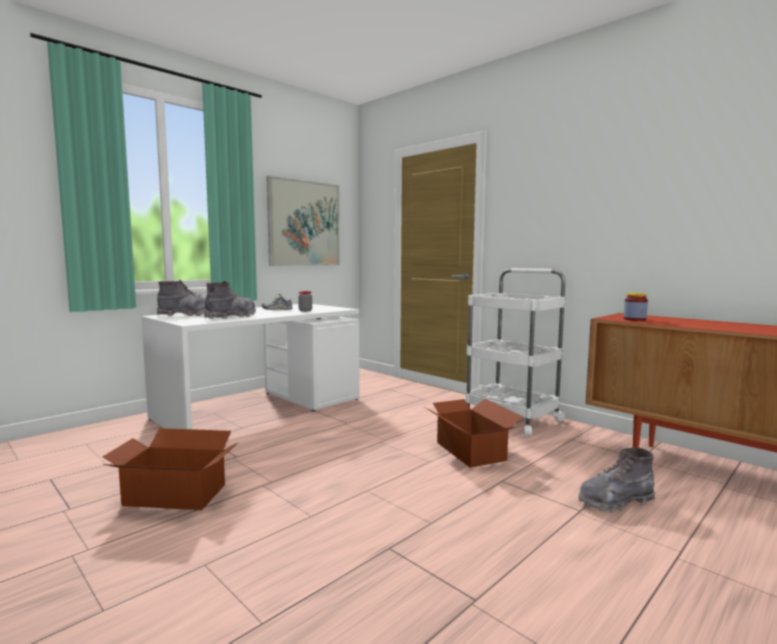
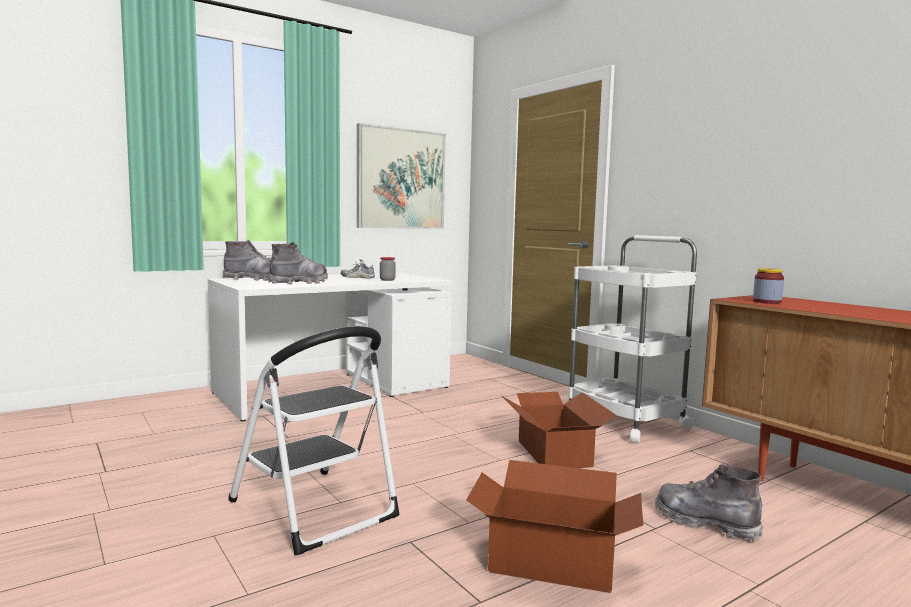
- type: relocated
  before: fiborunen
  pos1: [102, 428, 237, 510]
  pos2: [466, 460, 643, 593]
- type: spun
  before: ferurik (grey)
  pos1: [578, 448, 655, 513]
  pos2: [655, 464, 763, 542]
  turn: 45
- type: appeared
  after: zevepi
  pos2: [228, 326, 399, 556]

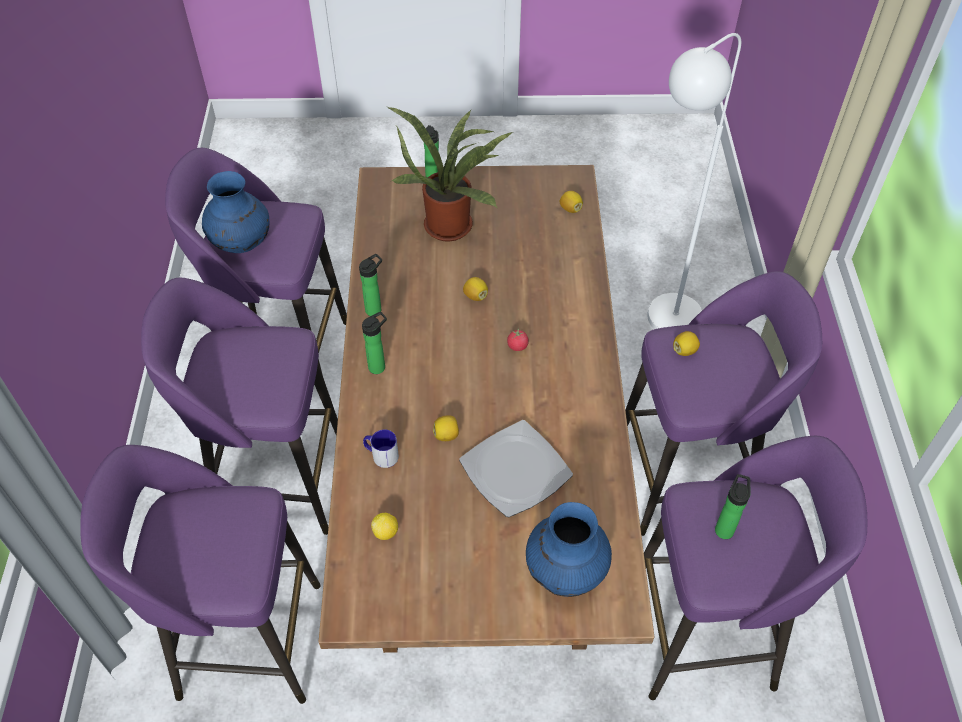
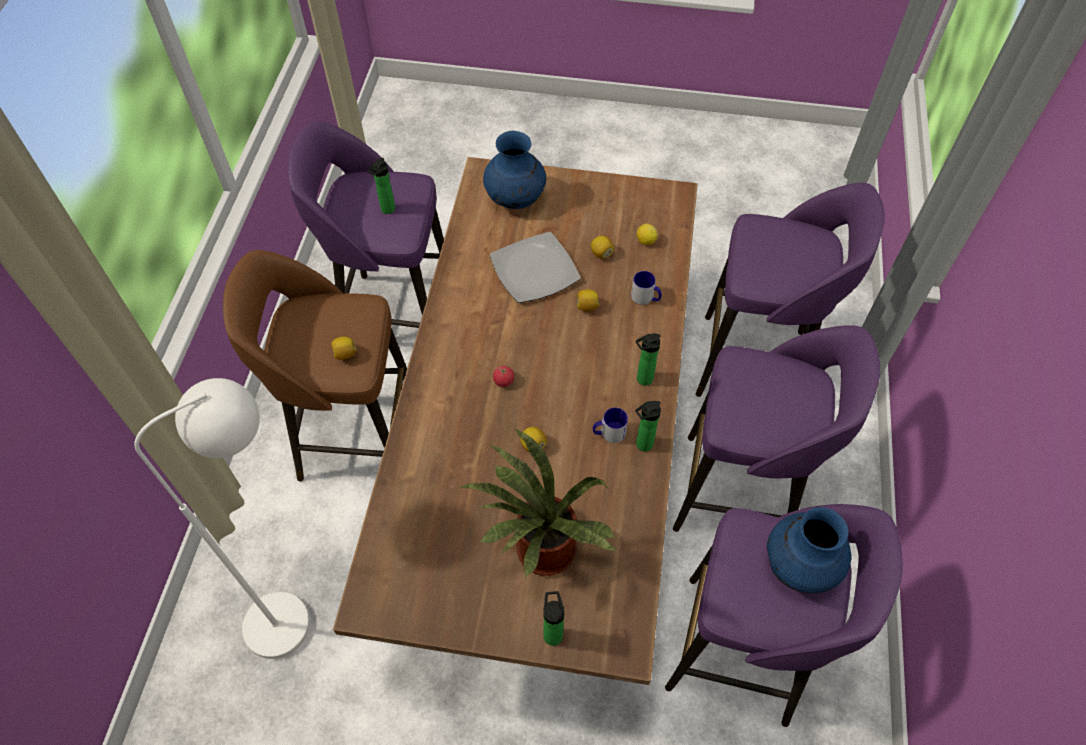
- type: relocated
  before: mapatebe
  pos1: [560, 191, 583, 213]
  pos2: [591, 236, 614, 259]
- type: colour
  before: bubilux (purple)
  after: bubilux (brown)
  pos1: [625, 271, 822, 536]
  pos2: [223, 250, 407, 481]
- type: appeared
  after: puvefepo
  pos2: [593, 407, 628, 443]

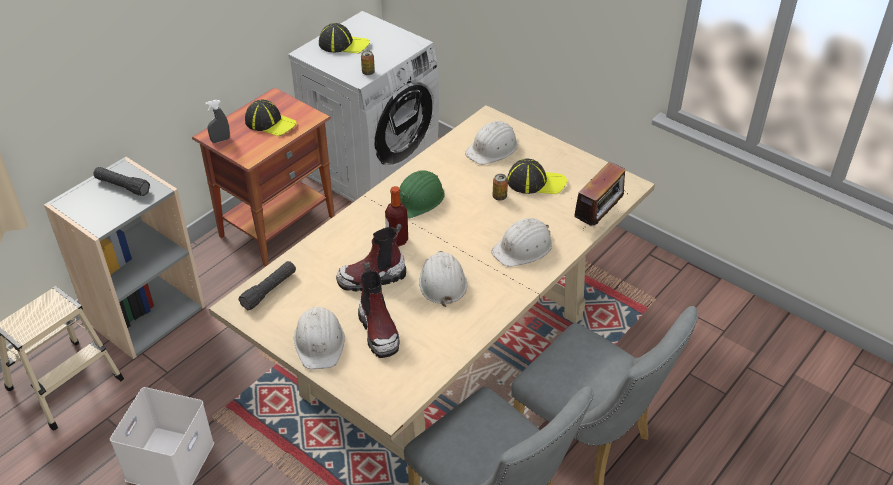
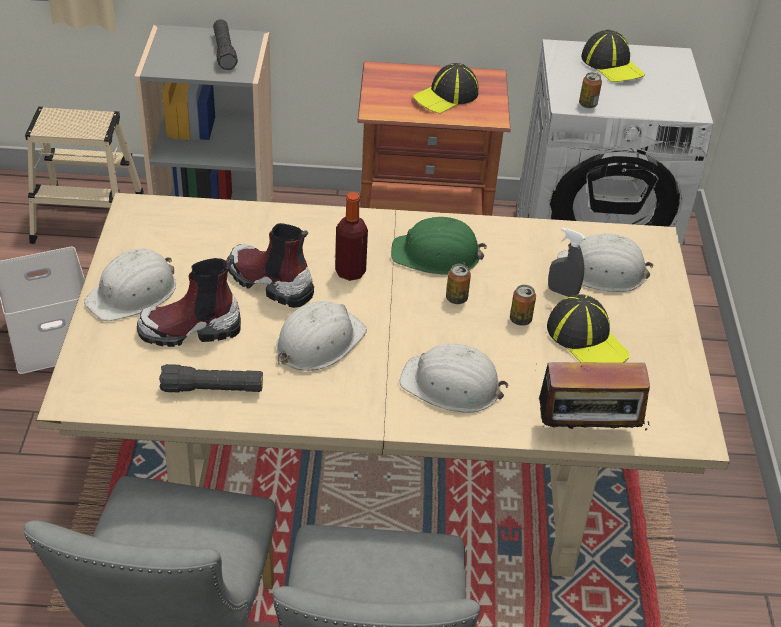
- type: relocated
  before: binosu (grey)
  pos1: [205, 100, 230, 143]
  pos2: [548, 227, 585, 297]
- type: spun
  before: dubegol
  pos1: [245, 100, 297, 136]
  pos2: [413, 63, 479, 114]
  turn: 60
- type: relocated
  before: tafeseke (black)
  pos1: [239, 261, 296, 310]
  pos2: [159, 364, 263, 392]
- type: spun
  before: ferurik
  pos1: [358, 262, 399, 358]
  pos2: [137, 255, 241, 347]
  turn: 45
- type: appeared
  after: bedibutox
  pos2: [446, 264, 471, 304]

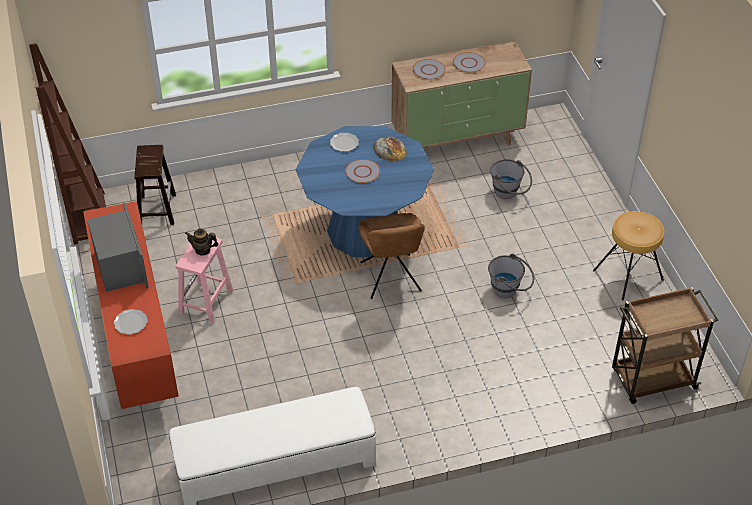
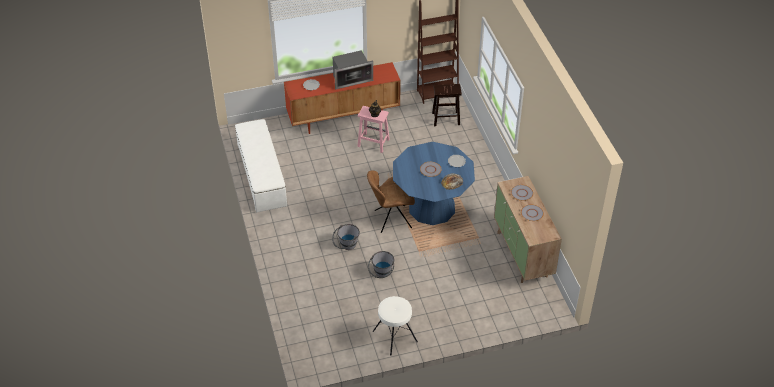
- type: relocated
  before: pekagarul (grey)
  pos1: [490, 159, 532, 199]
  pos2: [332, 224, 360, 250]
- type: colour
  before: bubilux (brown)
  after: bubilux (white)
  pos1: [593, 211, 664, 300]
  pos2: [373, 296, 418, 356]
- type: missing
  before: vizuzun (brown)
  pos1: [612, 287, 718, 404]

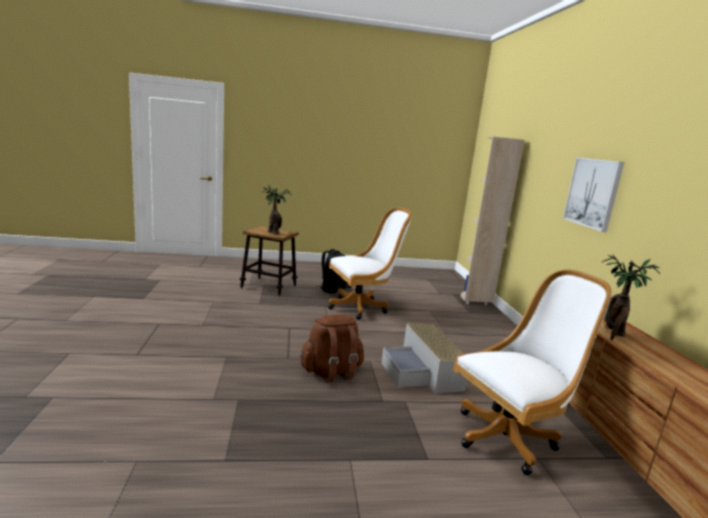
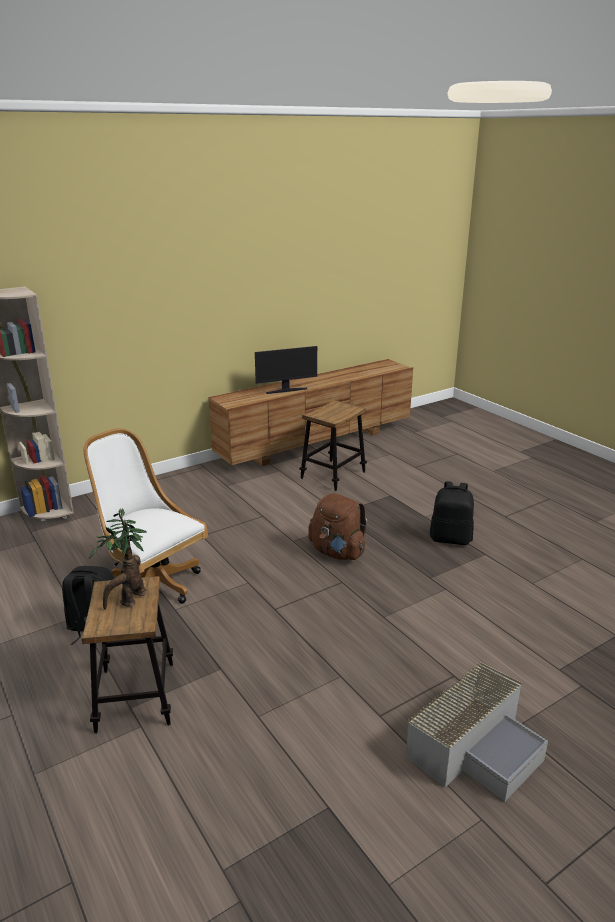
- type: missing
  before: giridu
  pos1: [563, 157, 624, 232]
- type: exchanged
  before: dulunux
  after: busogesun
  pos1: [601, 255, 660, 340]
  pos2: [255, 346, 317, 394]
- type: exchanged
  before: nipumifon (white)
  after: bubilux
  pos1: [453, 270, 612, 475]
  pos2: [299, 400, 367, 491]
- type: relocated
  before: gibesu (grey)
  pos1: [381, 323, 467, 394]
  pos2: [406, 662, 548, 802]
- type: appeared
  after: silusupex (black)
  pos2: [430, 481, 474, 545]

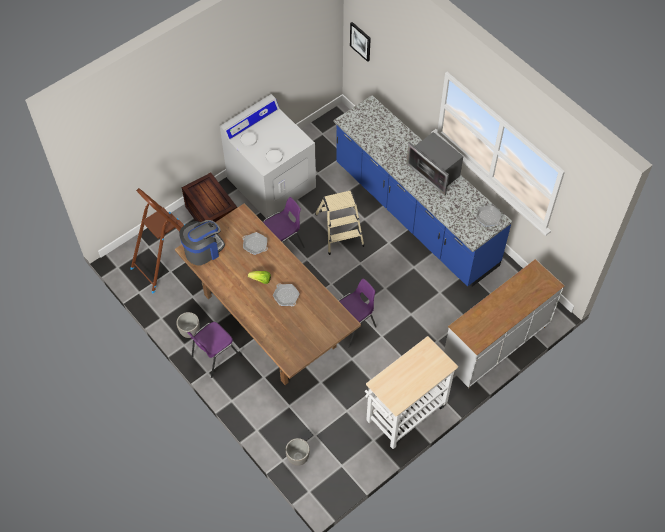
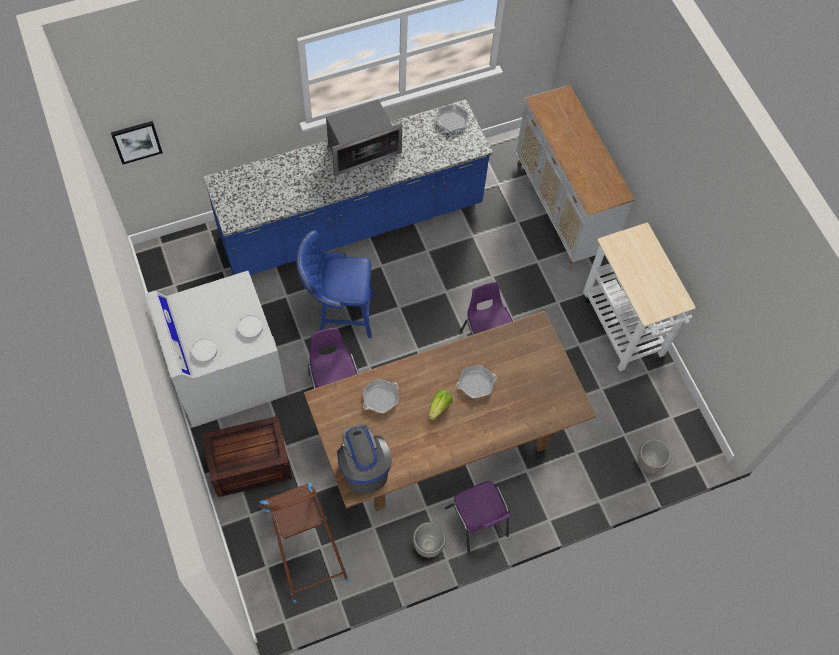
- type: exchanged
  before: zevepi (beige)
  after: bubilux (blue)
  pos1: [315, 190, 365, 255]
  pos2: [296, 230, 375, 338]

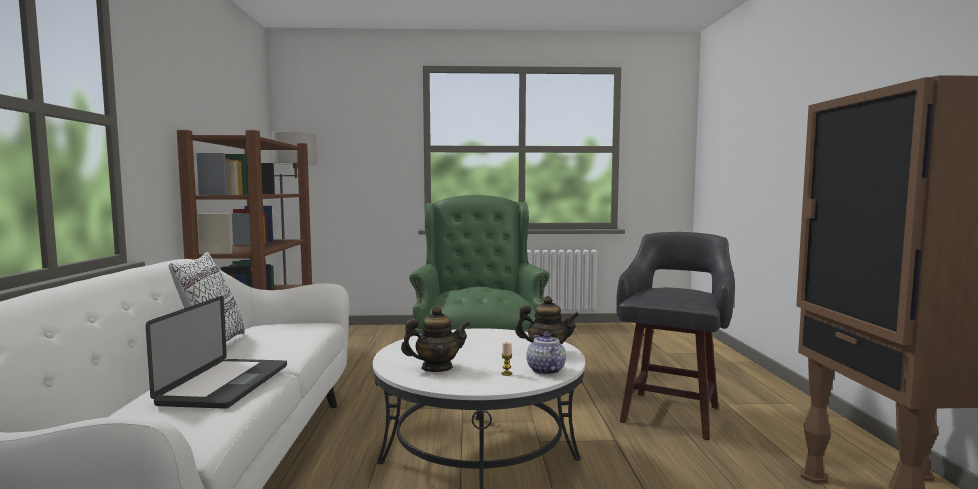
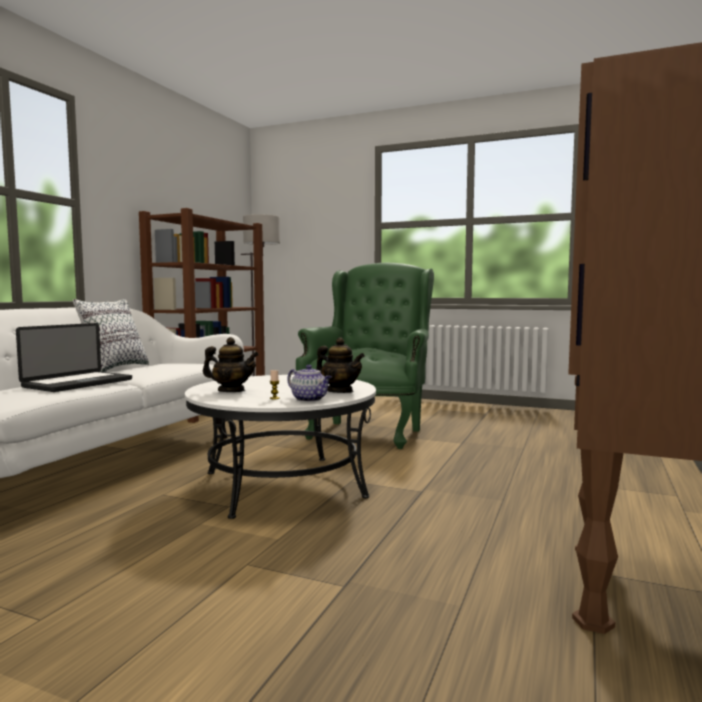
- type: missing
  before: bubilux (grey)
  pos1: [616, 232, 735, 440]
- type: spun
  before: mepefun
  pos1: [527, 333, 566, 375]
  pos2: [287, 365, 331, 402]
  turn: 120

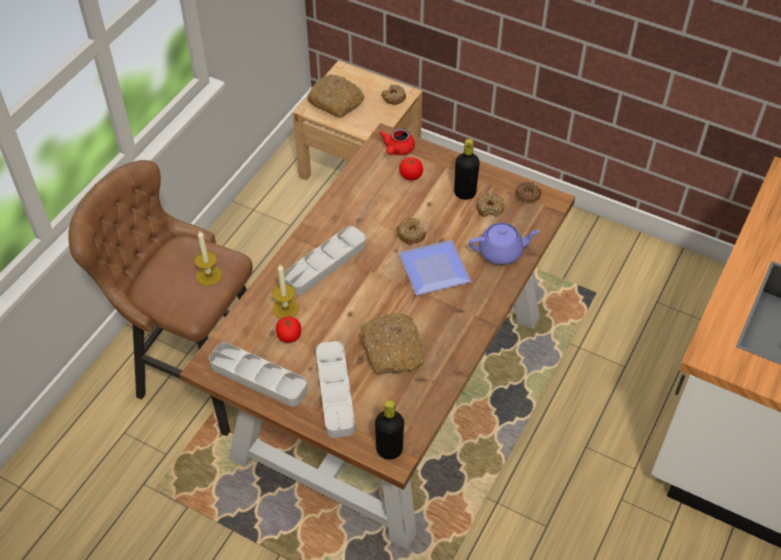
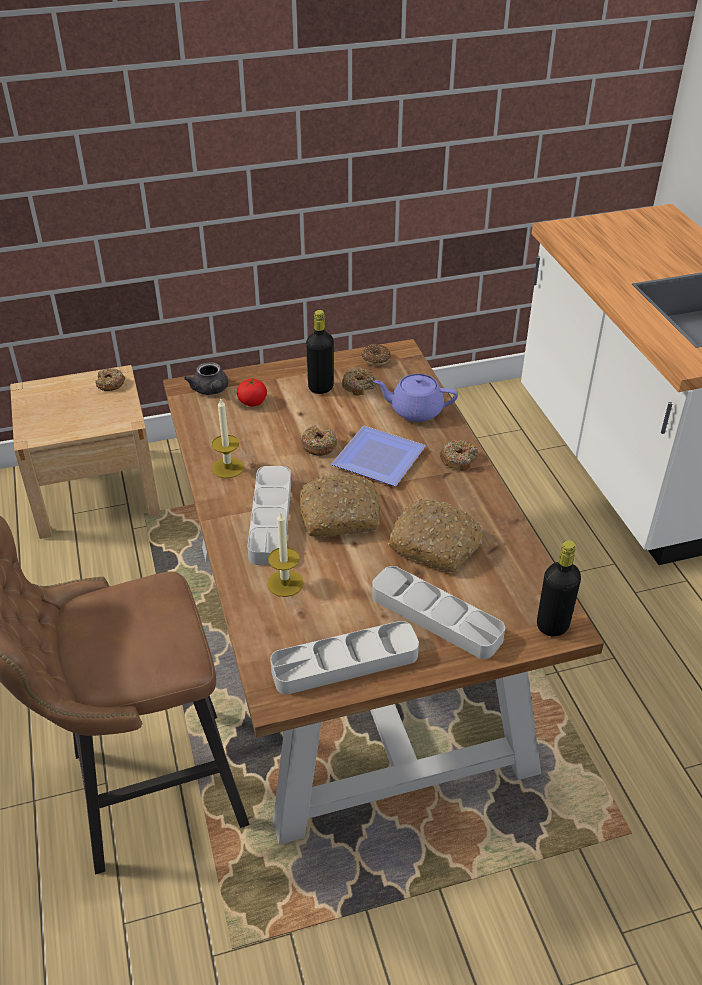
- type: relocated
  before: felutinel
  pos1: [307, 74, 364, 118]
  pos2: [300, 473, 381, 537]
- type: colour
  before: mepefun (red)
  after: mepefun (grey)
  pos1: [379, 128, 415, 155]
  pos2: [184, 362, 228, 395]
- type: spun
  before: mepefun (purple)
  pos1: [469, 222, 540, 265]
  pos2: [373, 374, 458, 422]
  turn: -120
- type: relocated
  before: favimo
  pos1: [195, 230, 222, 286]
  pos2: [212, 398, 244, 478]
- type: missing
  before: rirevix
  pos1: [276, 317, 301, 343]
- type: appeared
  after: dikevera
  pos2: [440, 439, 478, 471]

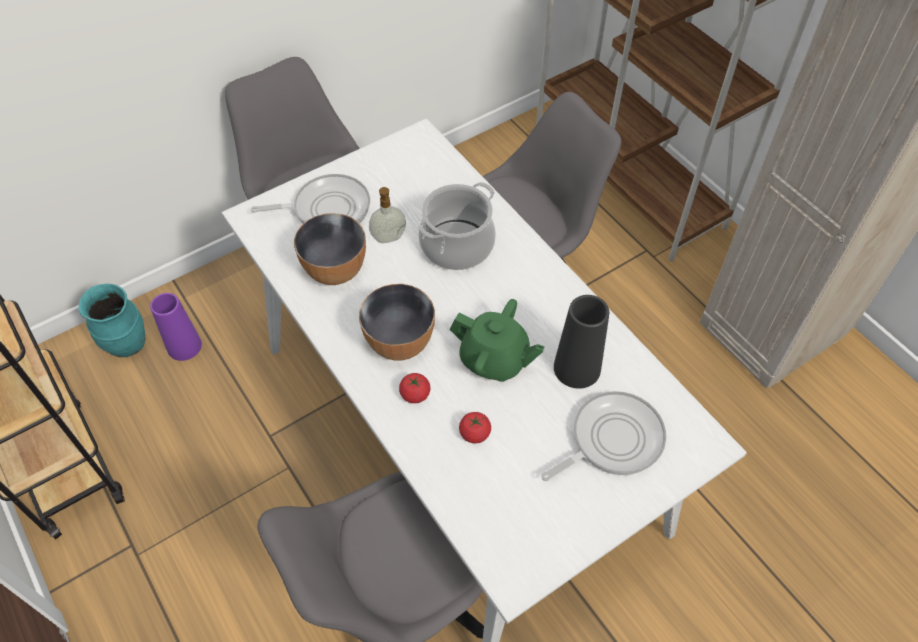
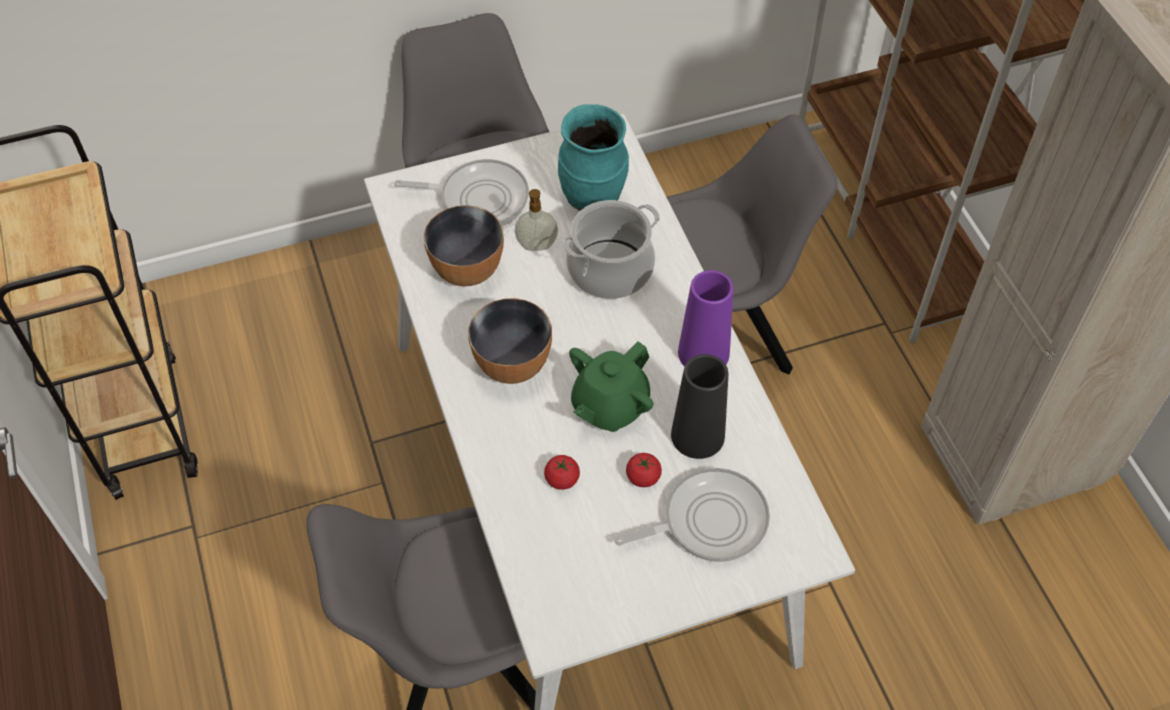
- type: relocated
  before: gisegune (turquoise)
  pos1: [79, 284, 145, 357]
  pos2: [558, 104, 629, 211]
- type: relocated
  before: gisegune (purple)
  pos1: [150, 293, 202, 361]
  pos2: [678, 270, 733, 367]
- type: spun
  before: mepefun (green)
  pos1: [450, 299, 545, 382]
  pos2: [569, 341, 653, 432]
  turn: 90
- type: relocated
  before: rirevix
  pos1: [399, 373, 431, 403]
  pos2: [626, 453, 662, 487]

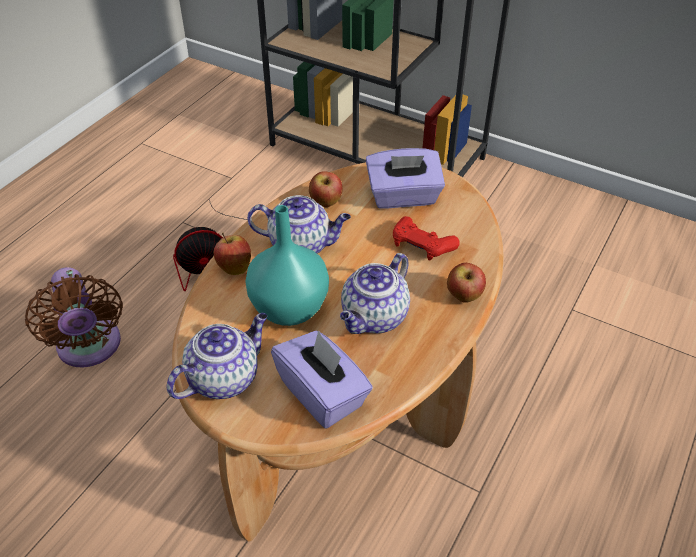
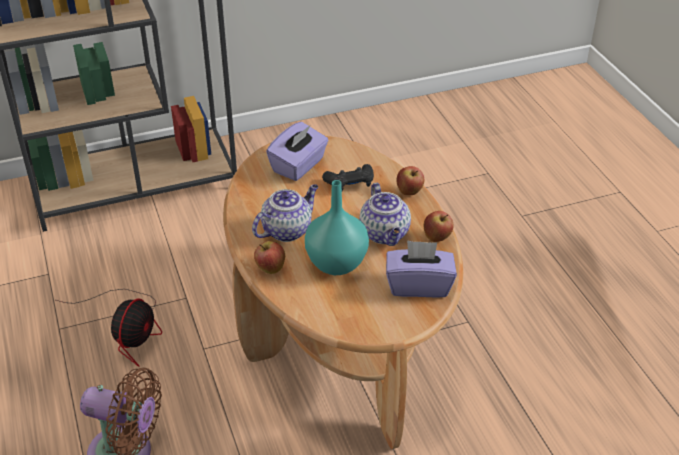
- type: relocated
  before: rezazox
  pos1: [309, 171, 343, 207]
  pos2: [424, 211, 454, 242]
- type: colour
  before: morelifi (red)
  after: morelifi (black)
  pos1: [393, 216, 460, 261]
  pos2: [322, 164, 374, 191]
- type: missing
  before: mepefun
  pos1: [167, 313, 268, 399]

